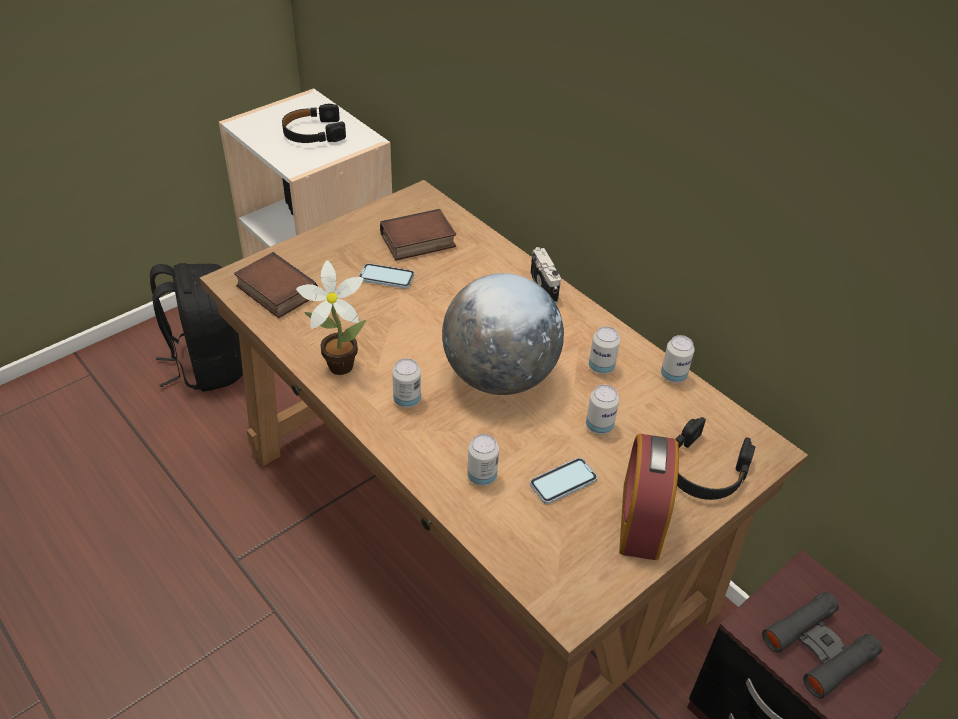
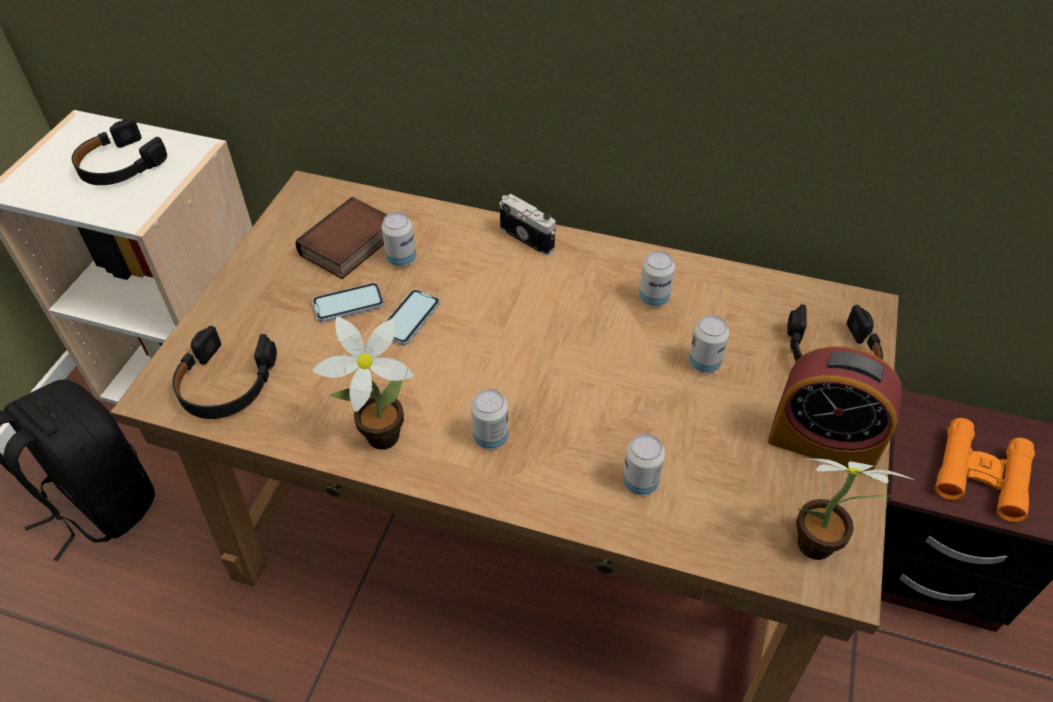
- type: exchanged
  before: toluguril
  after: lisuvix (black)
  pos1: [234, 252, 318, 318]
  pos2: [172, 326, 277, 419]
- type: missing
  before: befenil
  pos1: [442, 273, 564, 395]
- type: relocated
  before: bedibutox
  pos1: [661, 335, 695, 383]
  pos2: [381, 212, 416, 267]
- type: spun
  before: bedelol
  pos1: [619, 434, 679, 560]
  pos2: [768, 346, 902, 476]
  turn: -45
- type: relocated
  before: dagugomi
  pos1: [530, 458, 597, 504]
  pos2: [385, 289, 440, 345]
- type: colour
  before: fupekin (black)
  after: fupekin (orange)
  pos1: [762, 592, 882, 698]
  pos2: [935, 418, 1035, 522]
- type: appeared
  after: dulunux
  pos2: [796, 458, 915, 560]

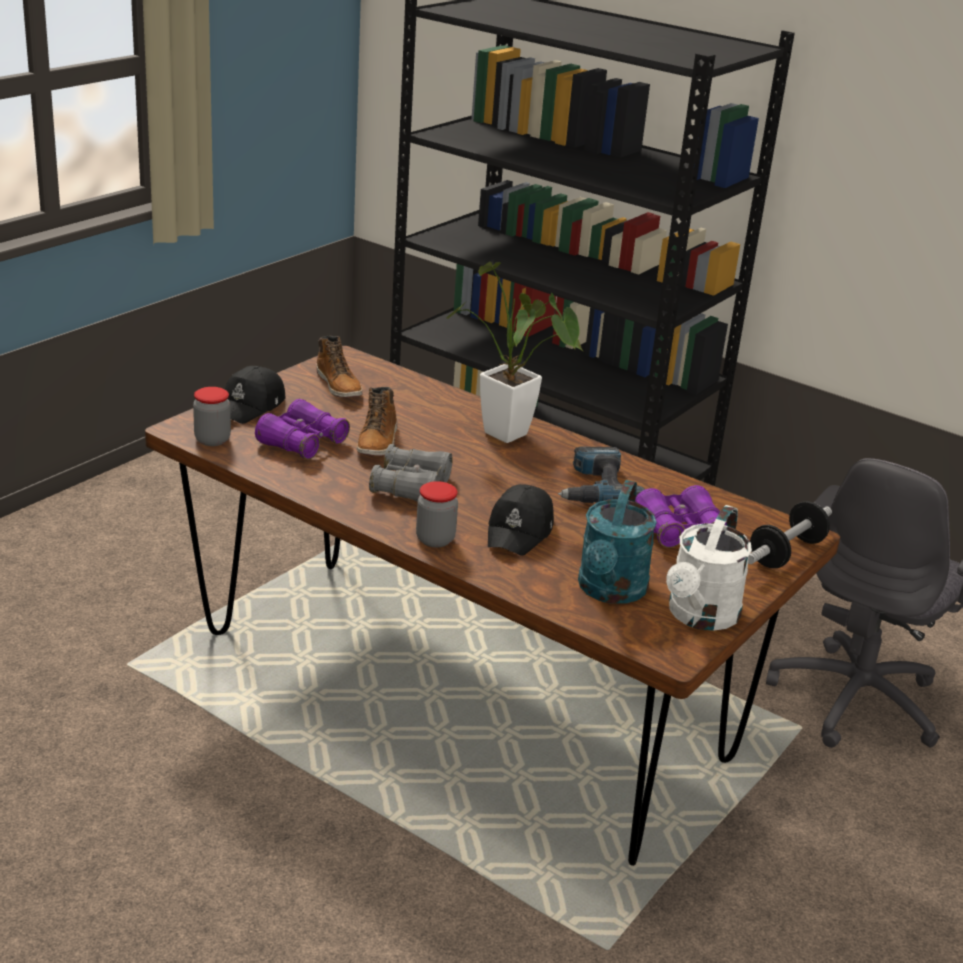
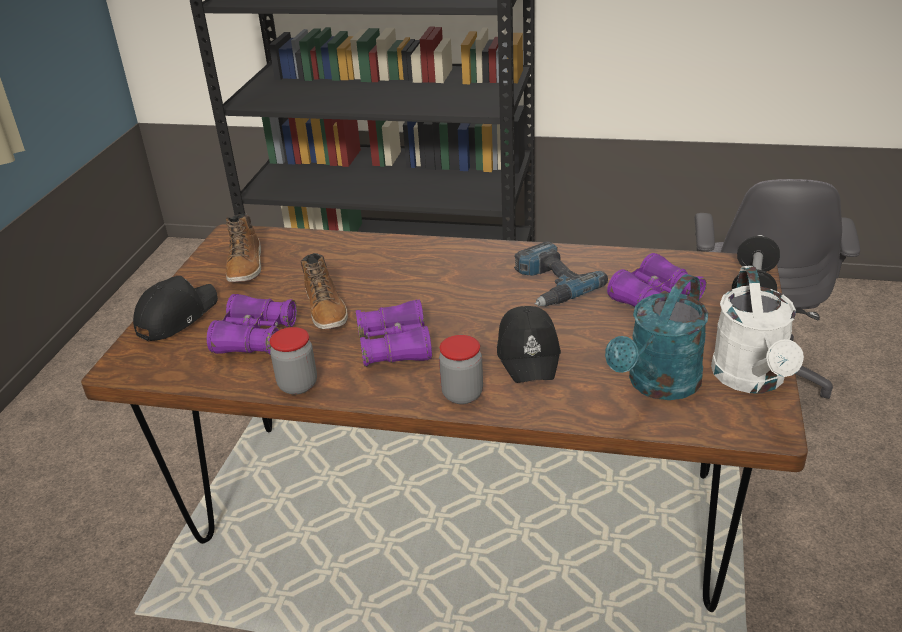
- type: missing
  before: dulunux
  pos1: [446, 262, 584, 443]
- type: spun
  before: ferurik
  pos1: [316, 336, 362, 398]
  pos2: [226, 213, 262, 282]
  turn: 45
- type: spun
  before: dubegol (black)
  pos1: [225, 366, 286, 424]
  pos2: [133, 276, 218, 341]
  turn: -150
- type: relocated
  before: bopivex
  pos1: [193, 387, 231, 446]
  pos2: [270, 327, 317, 395]
- type: colour
  before: fupekin (grey)
  after: fupekin (purple)
  pos1: [369, 444, 453, 502]
  pos2: [356, 299, 432, 367]
- type: spun
  before: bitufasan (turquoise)
  pos1: [578, 480, 657, 604]
  pos2: [605, 274, 708, 400]
  turn: 45

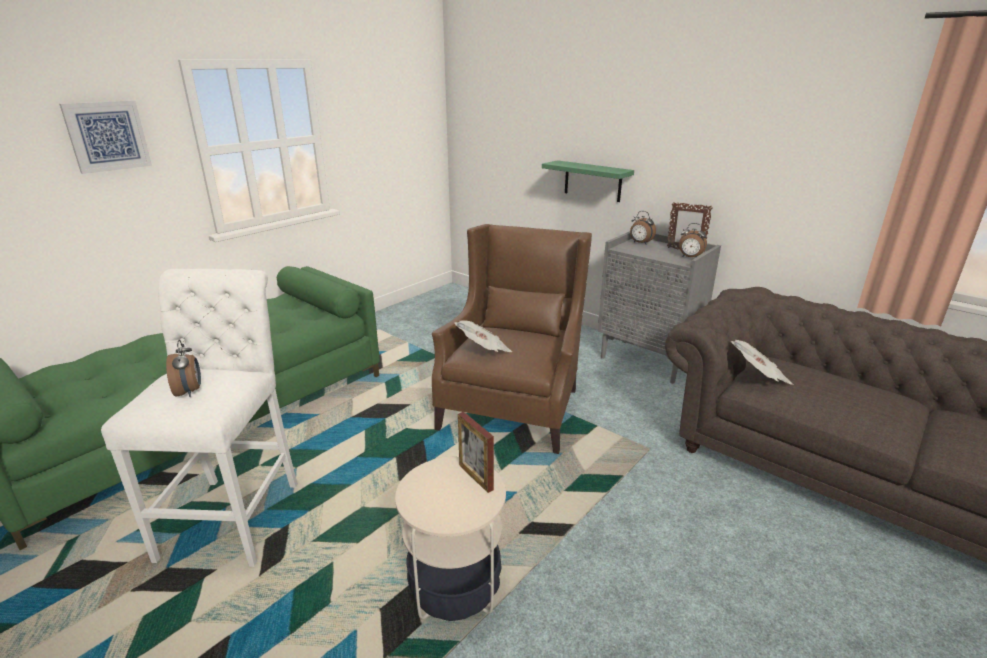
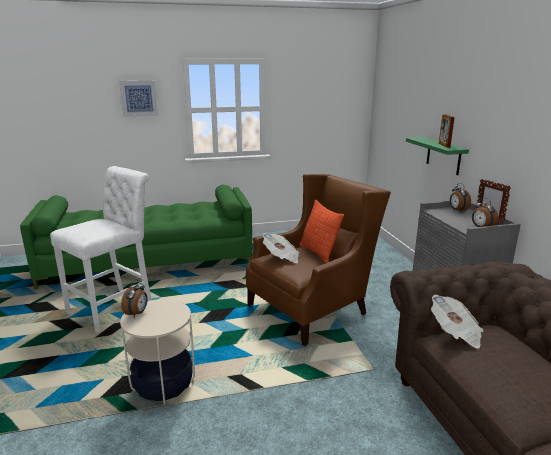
- type: relocated
  before: bedelol
  pos1: [166, 340, 201, 397]
  pos2: [121, 279, 147, 318]
- type: relocated
  before: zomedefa
  pos1: [458, 412, 494, 493]
  pos2: [439, 115, 455, 148]
- type: appeared
  after: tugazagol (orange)
  pos2: [300, 199, 344, 263]

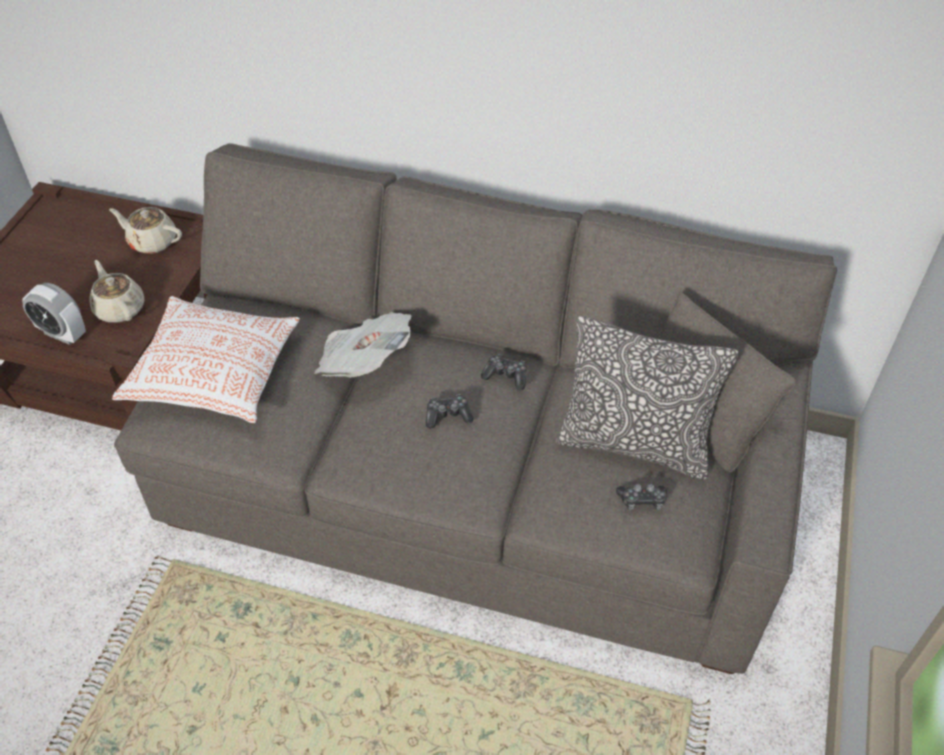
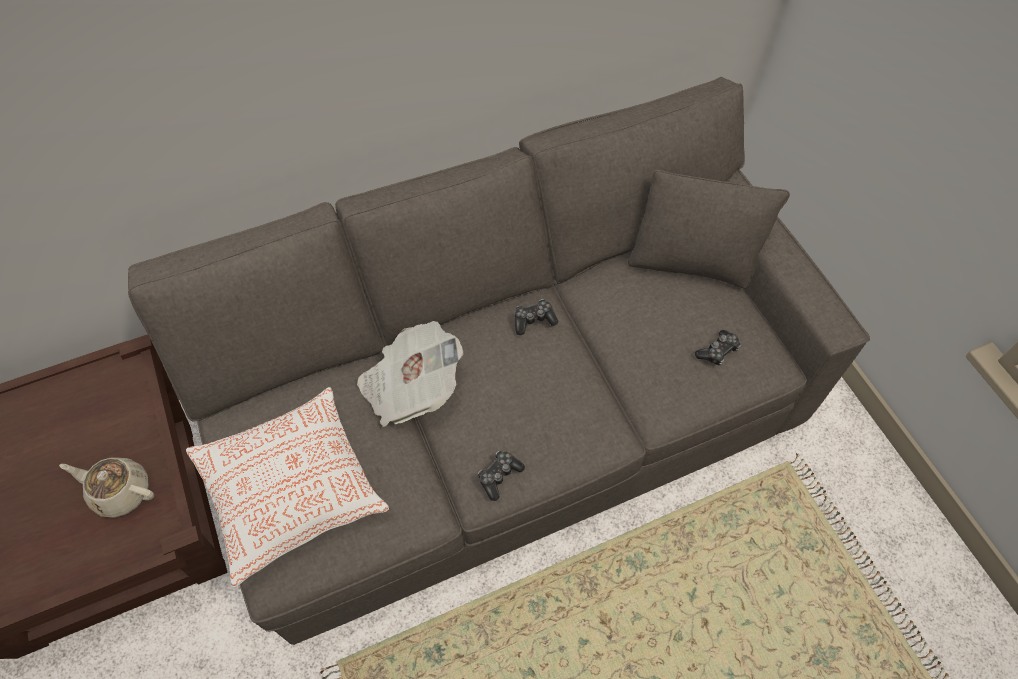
- type: missing
  before: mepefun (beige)
  pos1: [109, 207, 182, 254]
- type: missing
  before: bedelol
  pos1: [22, 283, 86, 345]
- type: missing
  before: tugazagol
  pos1: [556, 316, 738, 480]
- type: relocated
  before: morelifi
  pos1: [426, 394, 473, 428]
  pos2: [478, 451, 525, 501]

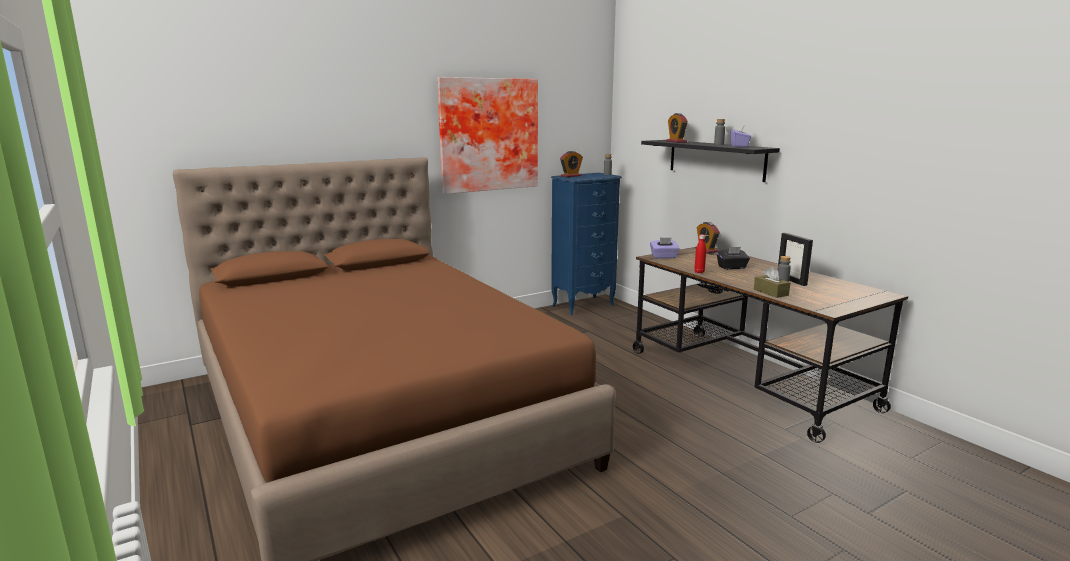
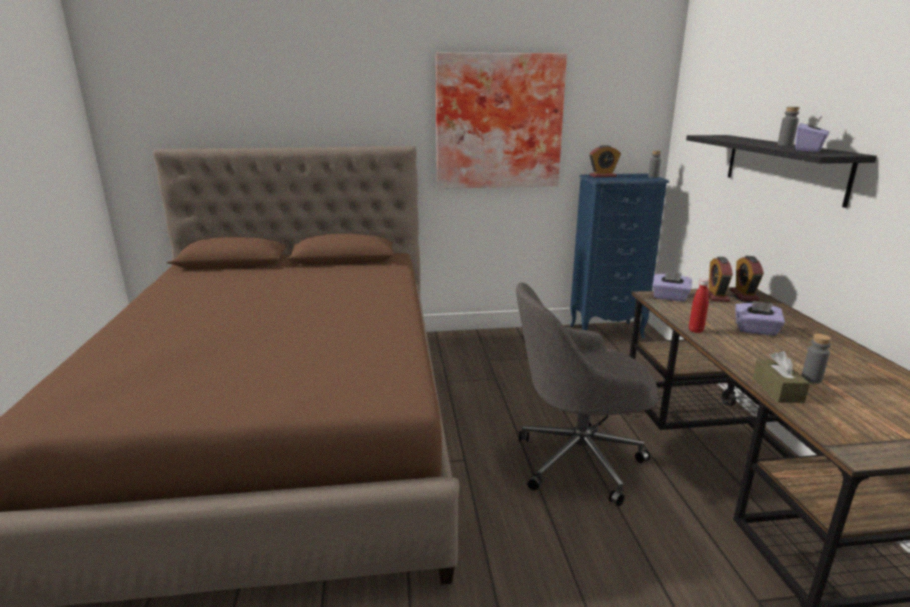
- type: relocated
  before: bedelol
  pos1: [666, 113, 688, 143]
  pos2: [708, 257, 733, 302]
- type: missing
  before: zomedefa
  pos1: [778, 233, 813, 286]
- type: colour
  before: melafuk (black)
  after: melafuk (purple)
  pos1: [717, 247, 750, 269]
  pos2: [735, 301, 785, 336]
- type: appeared
  after: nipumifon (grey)
  pos2: [516, 282, 658, 506]

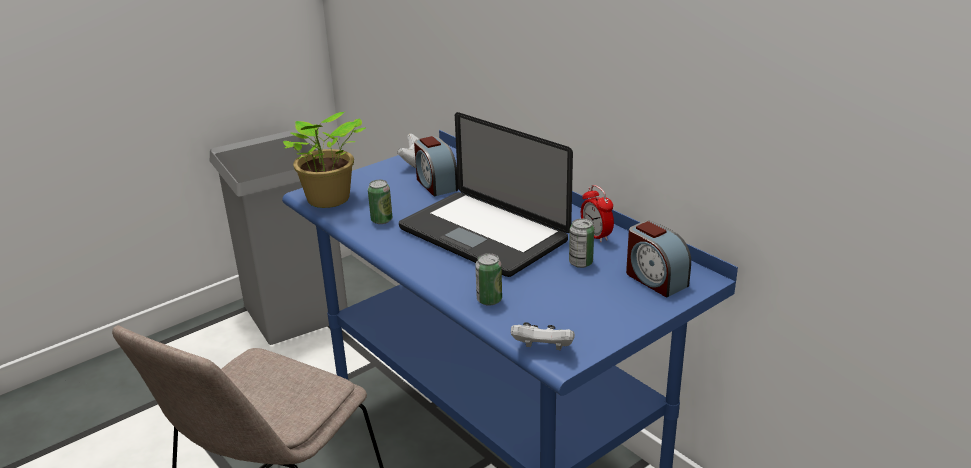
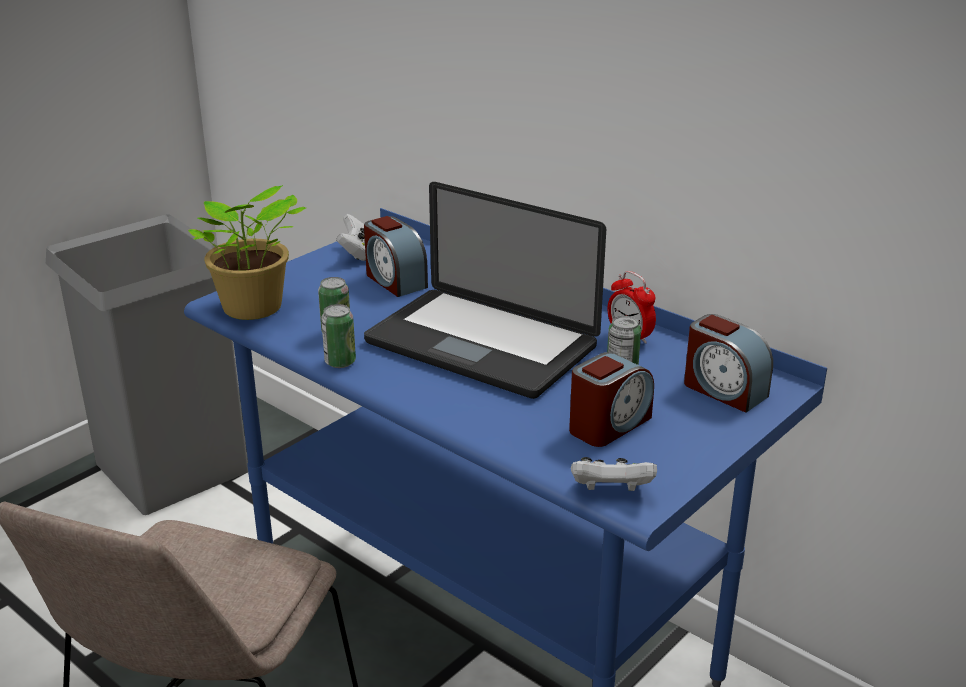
- type: relocated
  before: bedibutox
  pos1: [475, 253, 502, 306]
  pos2: [321, 304, 356, 368]
- type: appeared
  after: bedelol
  pos2: [569, 352, 654, 447]

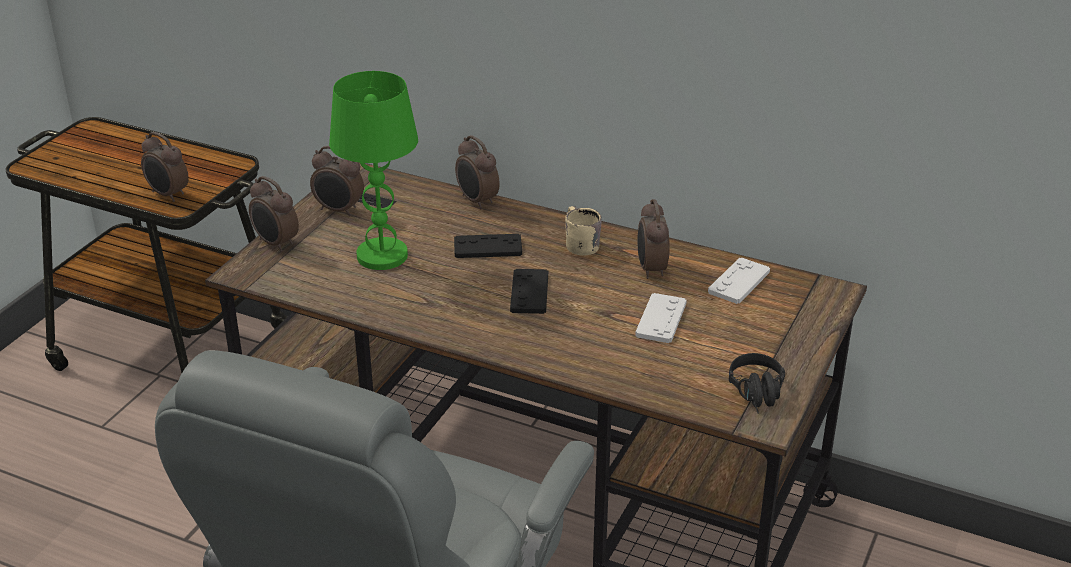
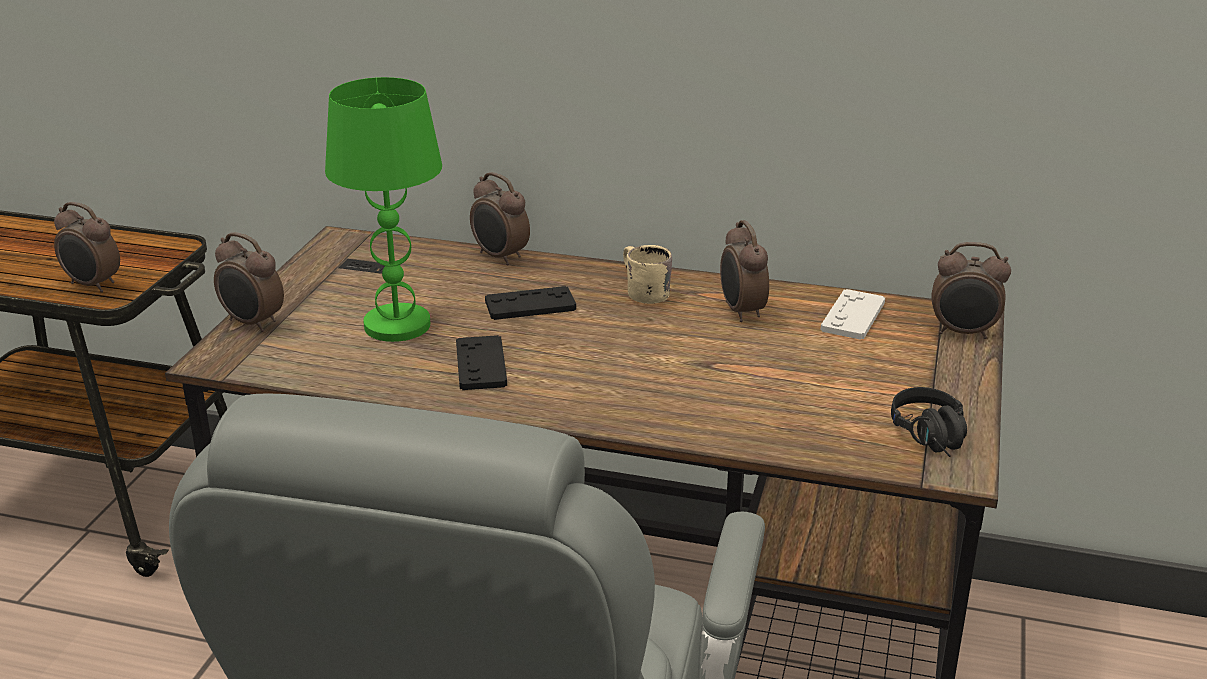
- type: relocated
  before: bedelol
  pos1: [310, 146, 364, 216]
  pos2: [931, 242, 1011, 339]
- type: relocated
  before: morelifi (black)
  pos1: [510, 269, 548, 314]
  pos2: [456, 335, 507, 390]
- type: missing
  before: morelifi (white)
  pos1: [635, 293, 687, 343]

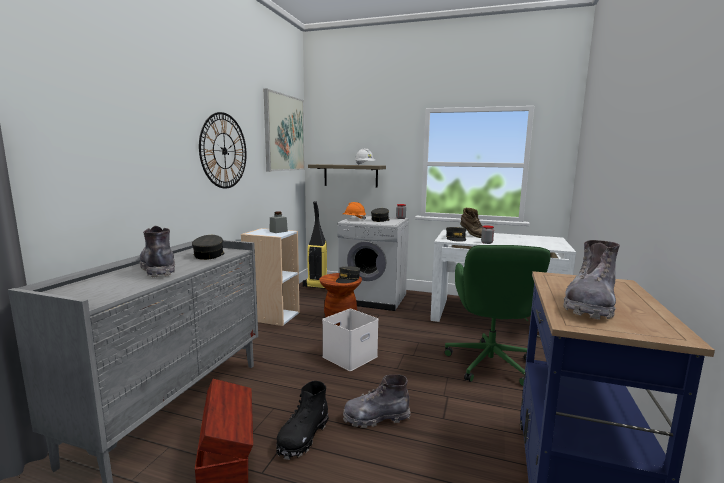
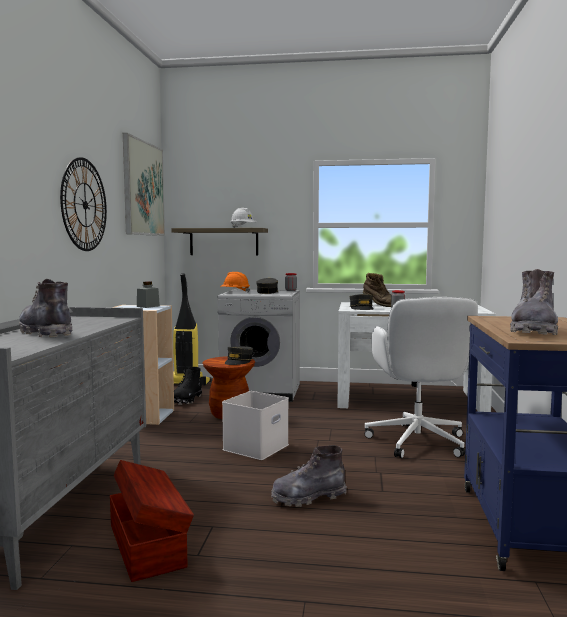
- type: missing
  before: dubegol (grey)
  pos1: [192, 235, 225, 260]
- type: colour
  before: nipumifon (green)
  after: nipumifon (white)
  pos1: [444, 245, 551, 386]
  pos2: [365, 297, 478, 458]
- type: relocated
  before: ferurik (black)
  pos1: [276, 381, 329, 460]
  pos2: [174, 367, 202, 405]

